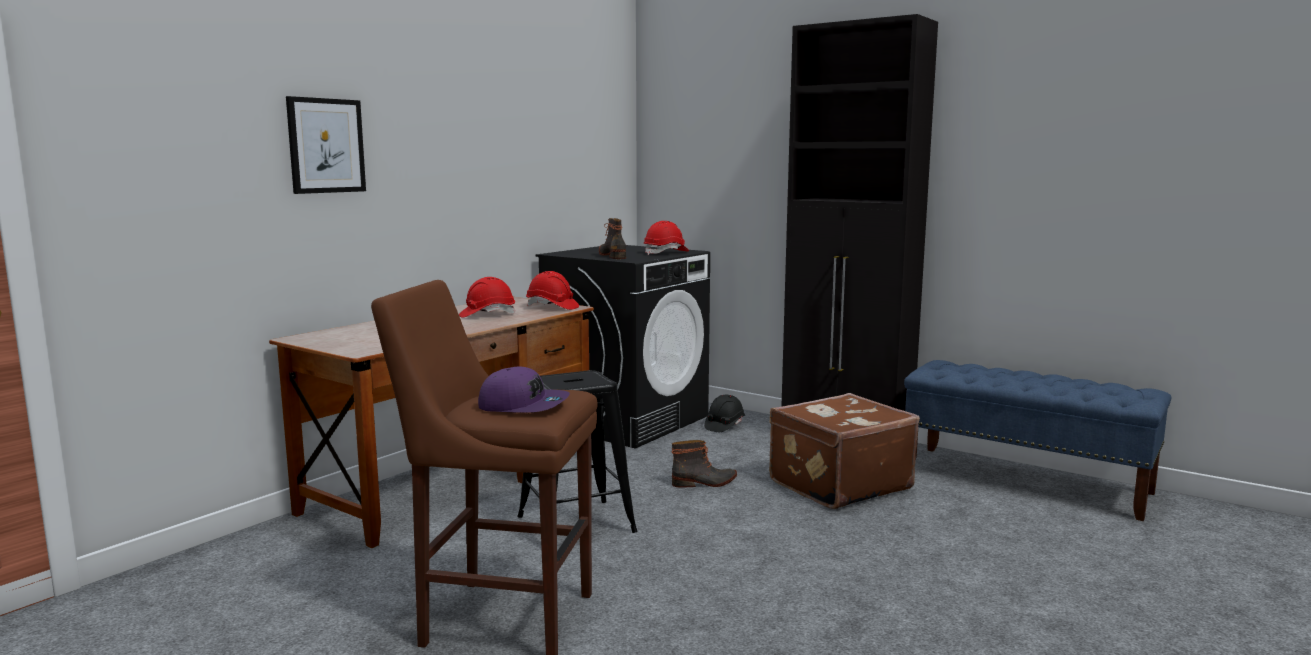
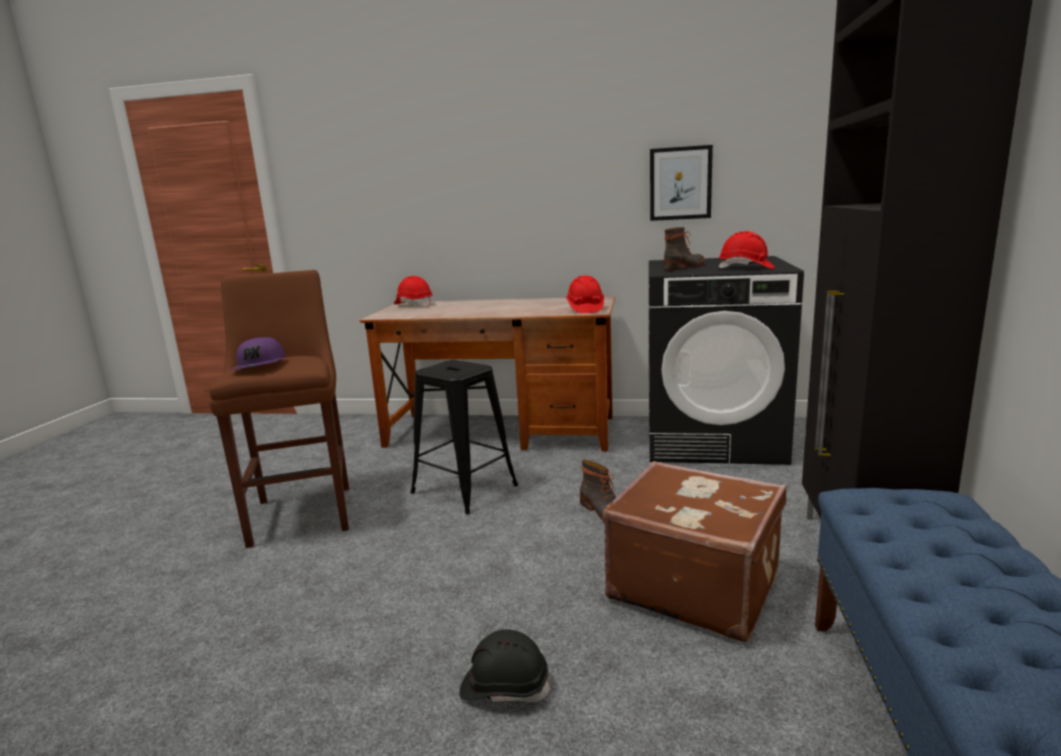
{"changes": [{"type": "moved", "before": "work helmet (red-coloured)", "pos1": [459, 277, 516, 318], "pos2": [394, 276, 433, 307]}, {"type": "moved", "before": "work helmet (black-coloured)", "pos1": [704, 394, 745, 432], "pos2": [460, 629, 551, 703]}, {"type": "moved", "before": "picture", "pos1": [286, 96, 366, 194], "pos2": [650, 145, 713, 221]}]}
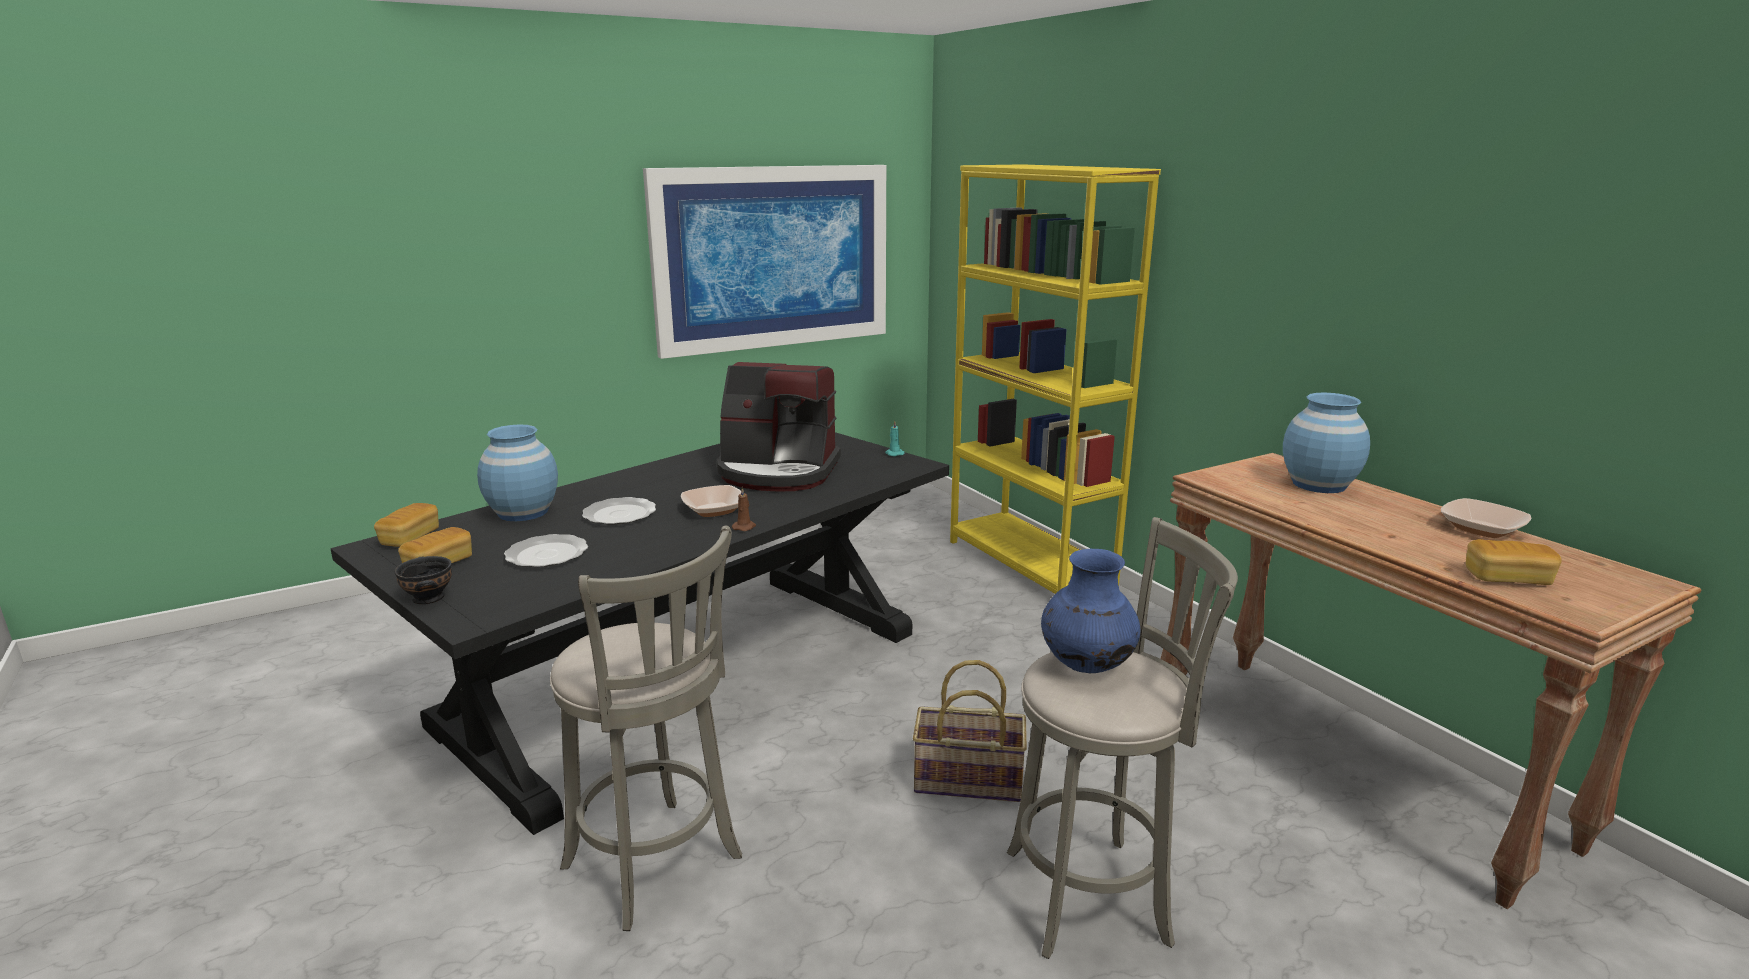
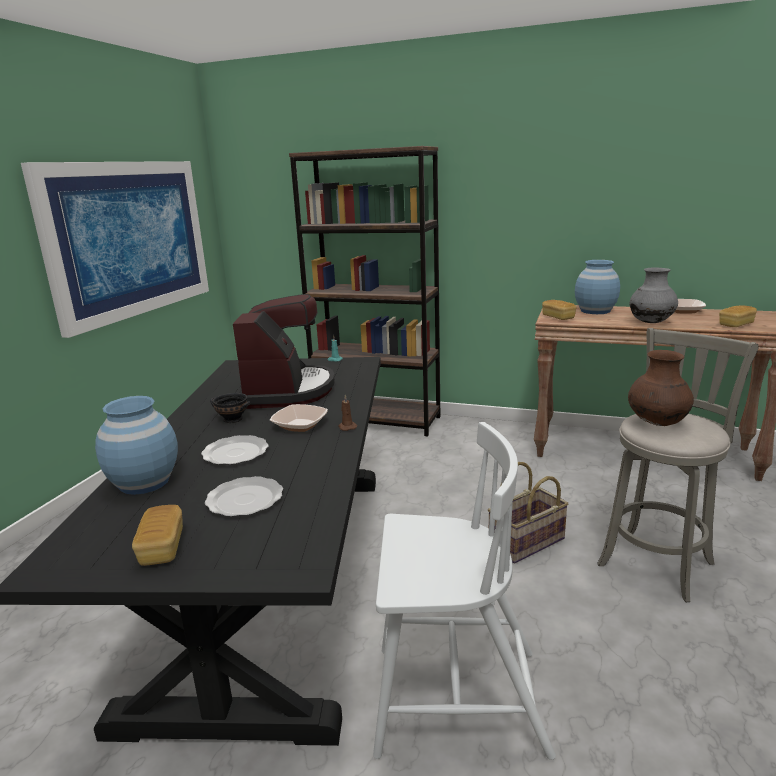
{"changes": [{"type": "moved", "before": "serving bowl (black-coloured)", "pos1": [395, 556, 452, 604], "pos2": [210, 393, 251, 423]}, {"type": "turned", "before": "coffee brewer", "pos1": [717, 362, 841, 492], "pos2": [233, 294, 335, 409], "turn": -60}, {"type": "recoloured", "before": "shelving unit (yellow-coloured)", "after": "shelving unit (brown)", "pos1": [950, 164, 1161, 594], "pos2": [289, 146, 440, 437]}, {"type": "replaced", "before": "sitting stool (gray)", "after": "upright chair (white-coloured)", "pos1": [550, 526, 742, 931], "pos2": [373, 422, 556, 760]}, {"type": "moved", "before": "bakery bread", "pos1": [374, 503, 439, 547], "pos2": [542, 300, 577, 320]}, {"type": "recoloured", "before": "flower vase (blue-coloured)", "after": "flower vase (brown)", "pos1": [1041, 549, 1140, 673], "pos2": [628, 350, 694, 426]}, {"type": "added", "after": "flower vase (gray)", "pos2": [630, 268, 678, 323]}]}
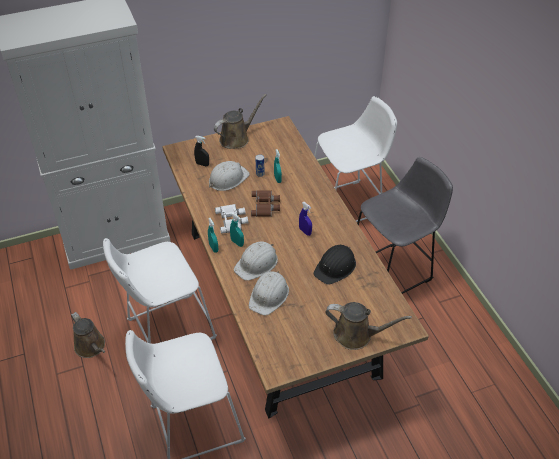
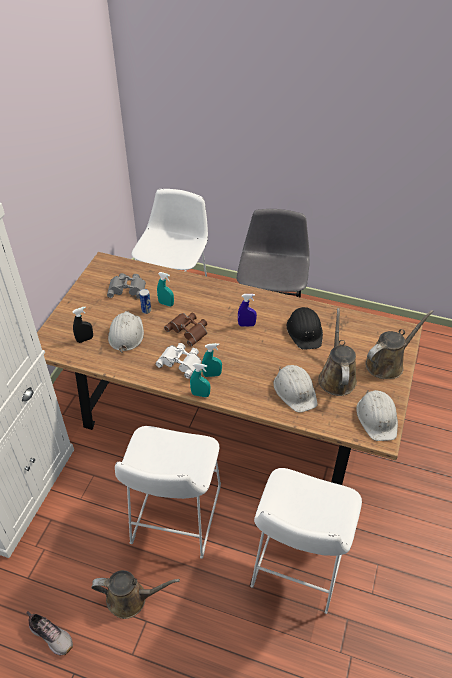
{"changes": [{"type": "added", "after": "item of footwear", "pos2": [26, 611, 73, 655]}, {"type": "added", "after": "pair of binoculars (gray)", "pos2": [107, 273, 146, 299]}, {"type": "moved", "before": "watering can (brown)", "pos1": [214, 94, 267, 149], "pos2": [318, 308, 357, 396]}, {"type": "moved", "before": "work helmet (white-coloured)", "pos1": [234, 241, 278, 281], "pos2": [356, 390, 398, 441]}]}
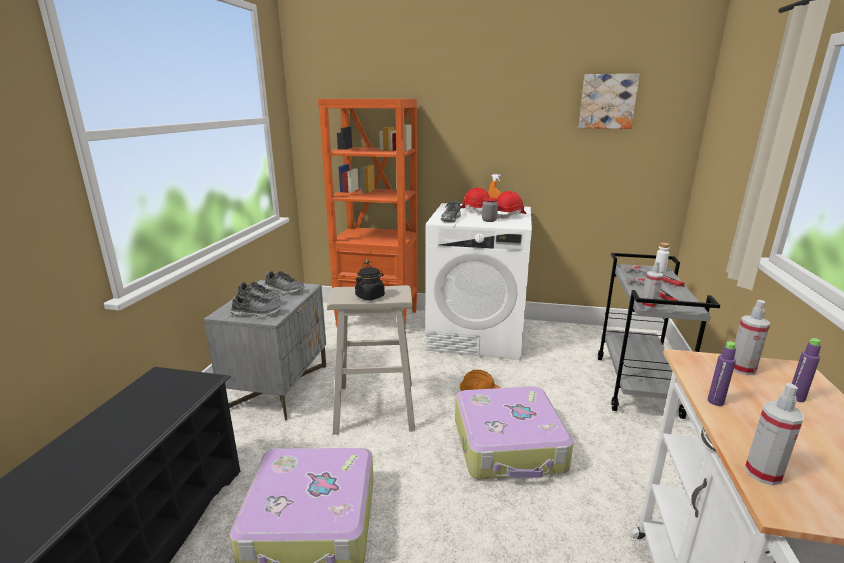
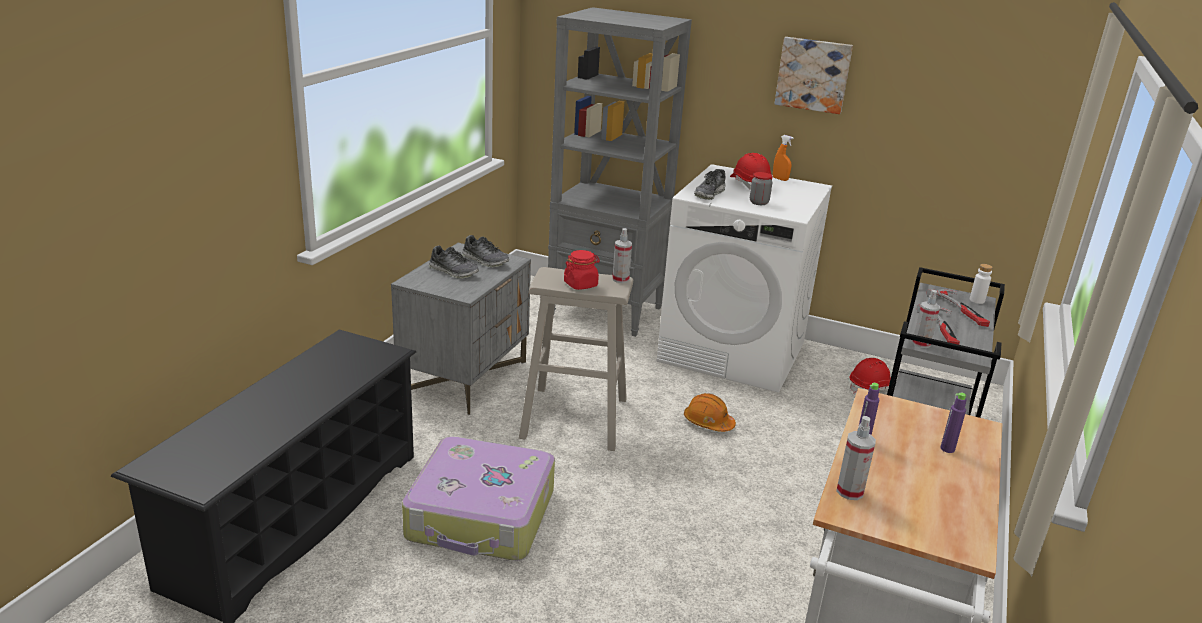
{"changes": [{"type": "recoloured", "before": "shelving unit (orangey)", "after": "shelving unit (gray)", "pos1": [318, 99, 418, 330], "pos2": [548, 7, 692, 337]}, {"type": "recoloured", "before": "jar (black-coloured)", "after": "jar (red-coloured)", "pos1": [355, 267, 385, 301], "pos2": [564, 250, 600, 290]}, {"type": "moved", "before": "sprayer", "pos1": [733, 300, 770, 375], "pos2": [612, 228, 632, 283]}, {"type": "moved", "before": "picture", "pos1": [579, 74, 640, 129], "pos2": [775, 37, 853, 114]}, {"type": "moved", "before": "work helmet (red-coloured)", "pos1": [497, 191, 526, 219], "pos2": [850, 358, 891, 394]}, {"type": "removed", "before": "item of footwear", "pos1": [231, 293, 282, 317]}, {"type": "removed", "before": "suitcase", "pos1": [455, 386, 574, 479]}]}
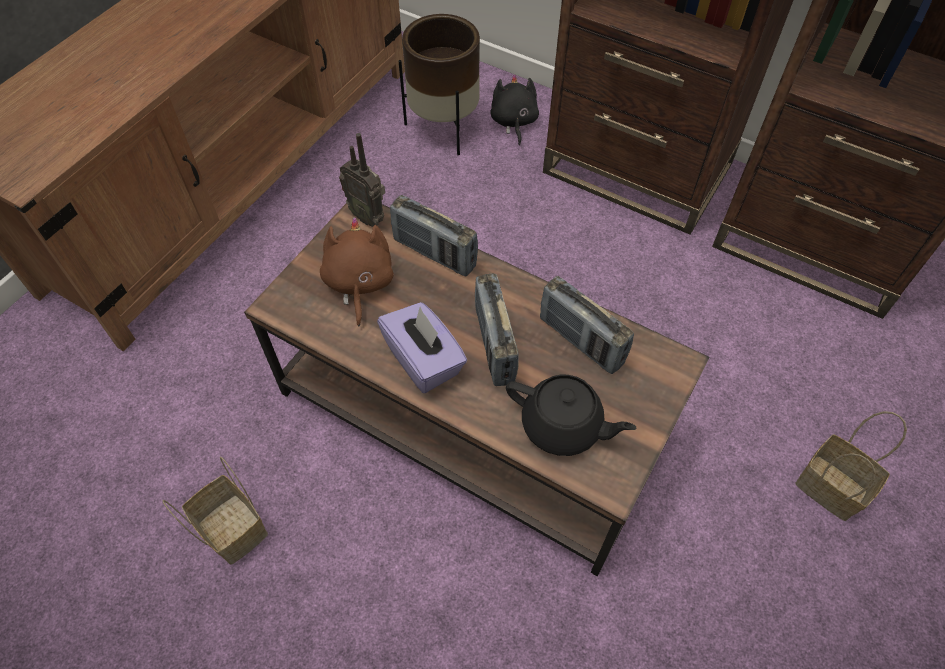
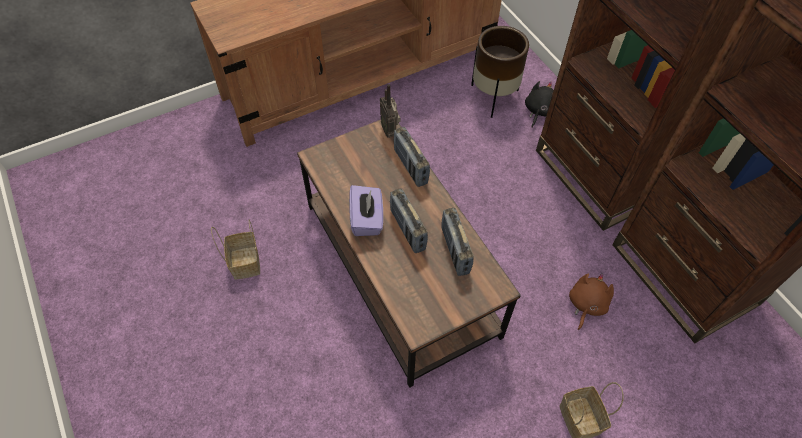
{"changes": [{"type": "turned", "before": "radio set", "pos1": [475, 274, 519, 386], "pos2": [390, 188, 428, 253], "turn": -45}, {"type": "moved", "before": "soft toy (brown)", "pos1": [320, 217, 394, 326], "pos2": [569, 273, 614, 331]}, {"type": "removed", "before": "tea pot (black-coloured)", "pos1": [506, 375, 637, 456]}]}
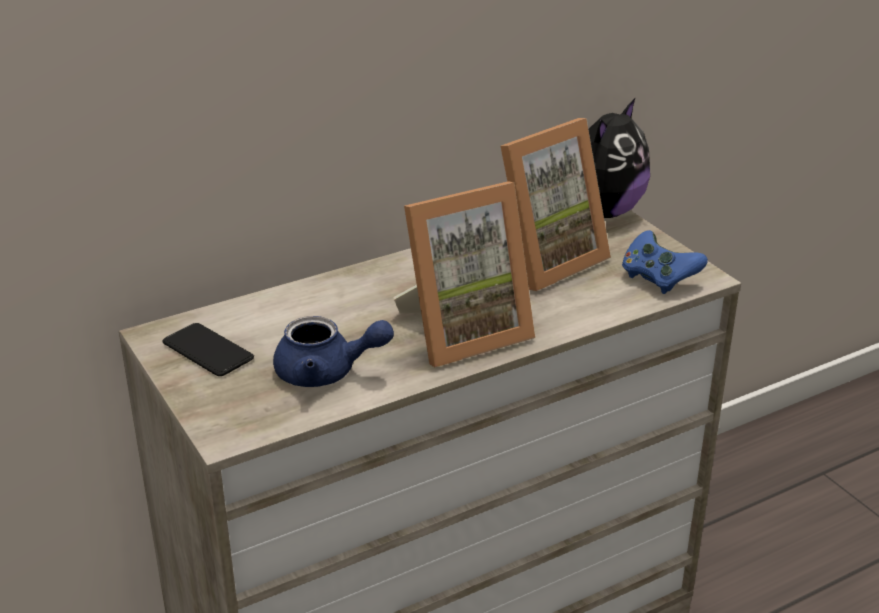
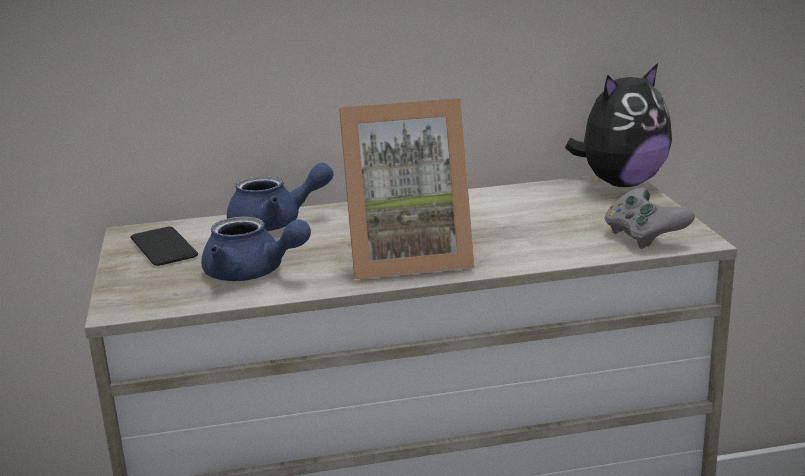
{"changes": [{"type": "added", "after": "tea pot (blue-coloured)", "pos2": [227, 162, 334, 231]}, {"type": "recoloured", "before": "gamepad (blue-coloured)", "after": "gamepad (gray)", "pos1": [622, 230, 708, 294], "pos2": [605, 188, 695, 249]}, {"type": "removed", "before": "photo frame", "pos1": [501, 118, 611, 291]}]}
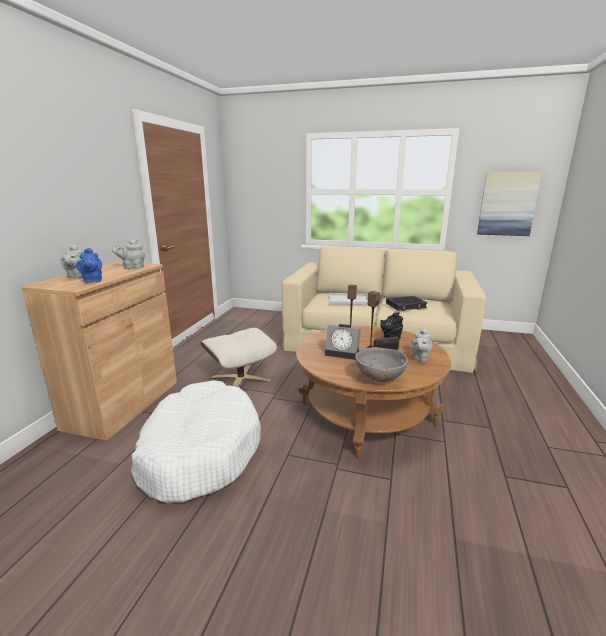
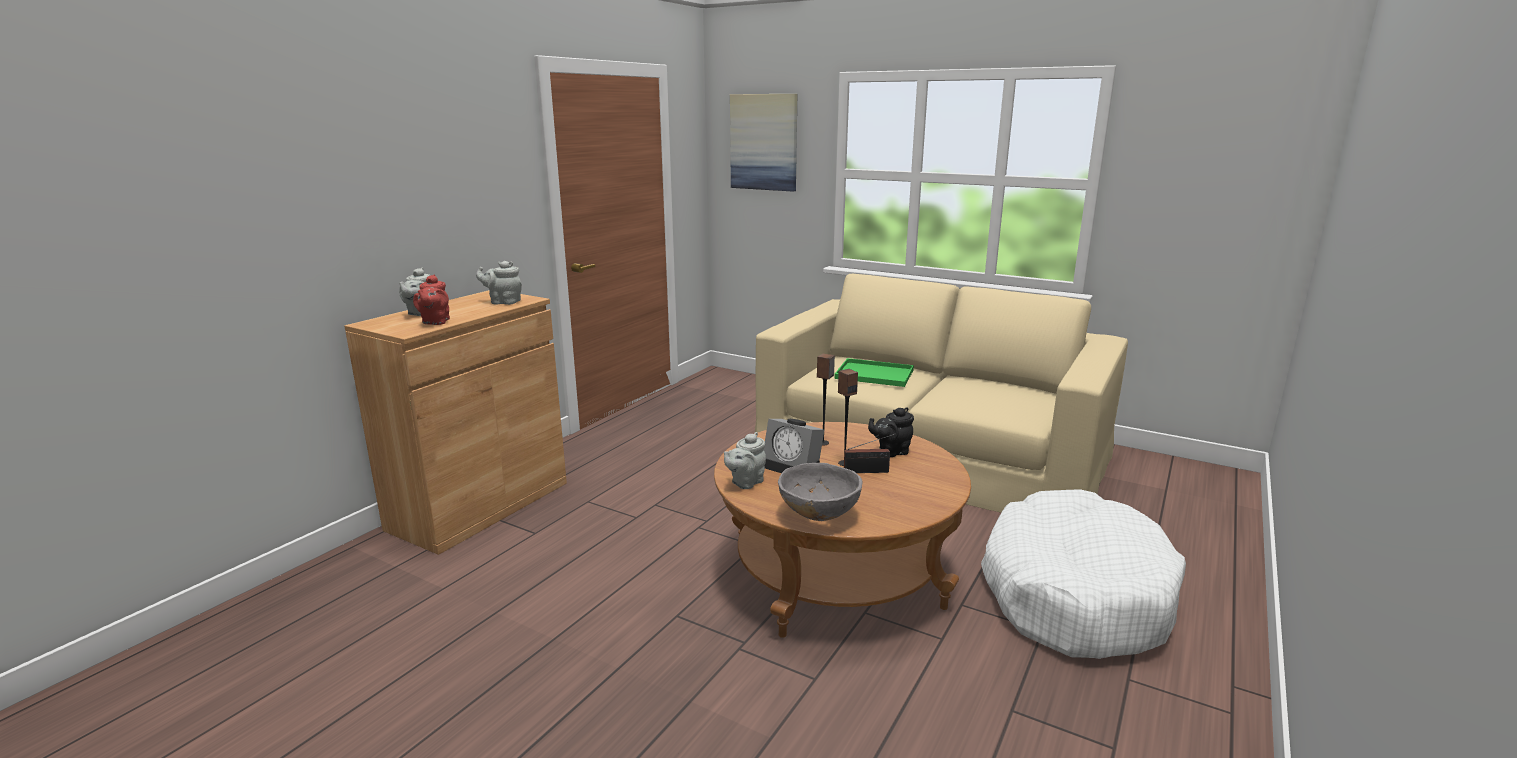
{"changes": [{"type": "recoloured", "before": "tea pot (blue-coloured)", "after": "tea pot (red-coloured)", "pos1": [76, 248, 102, 282], "pos2": [413, 275, 450, 325]}, {"type": "moved", "before": "tea pot (gray)", "pos1": [410, 328, 433, 362], "pos2": [724, 432, 766, 489]}, {"type": "moved", "before": "picture", "pos1": [477, 172, 542, 236], "pos2": [730, 94, 797, 192]}, {"type": "recoloured", "before": "carrying tray (white-coloured)", "after": "carrying tray (green-coloured)", "pos1": [329, 293, 368, 305], "pos2": [834, 358, 914, 387]}, {"type": "moved", "before": "pet bed (white-coloured)", "pos1": [131, 380, 261, 503], "pos2": [981, 489, 1186, 659]}, {"type": "removed", "before": "footrest (beige-coloured)", "pos1": [200, 328, 277, 387]}, {"type": "removed", "before": "volume", "pos1": [386, 296, 427, 311]}]}
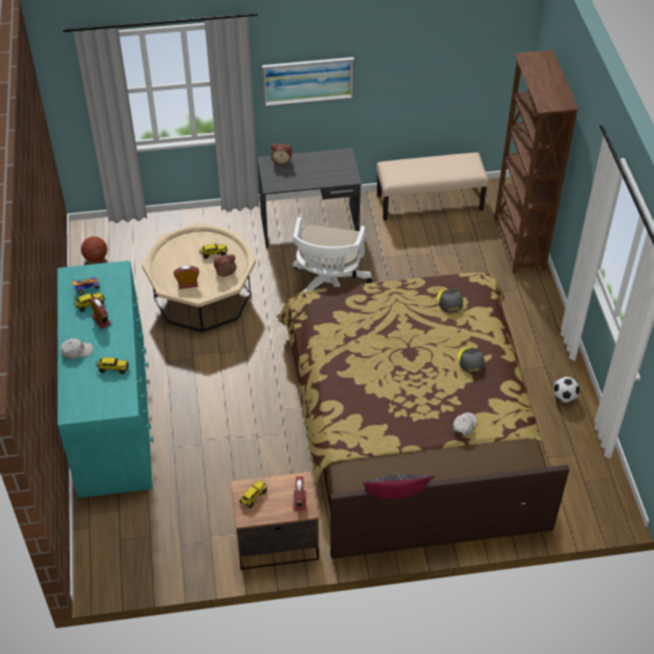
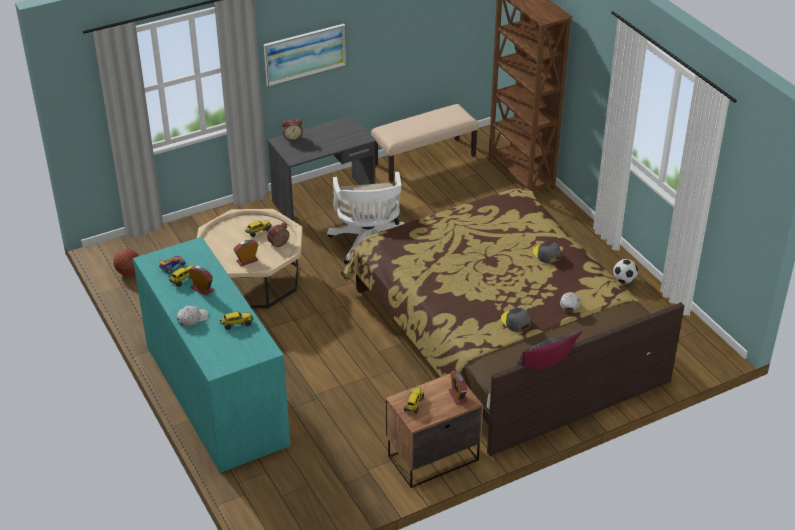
{"changes": [{"type": "moved", "before": "cap (gray)", "pos1": [437, 289, 463, 312], "pos2": [501, 308, 531, 332]}]}
